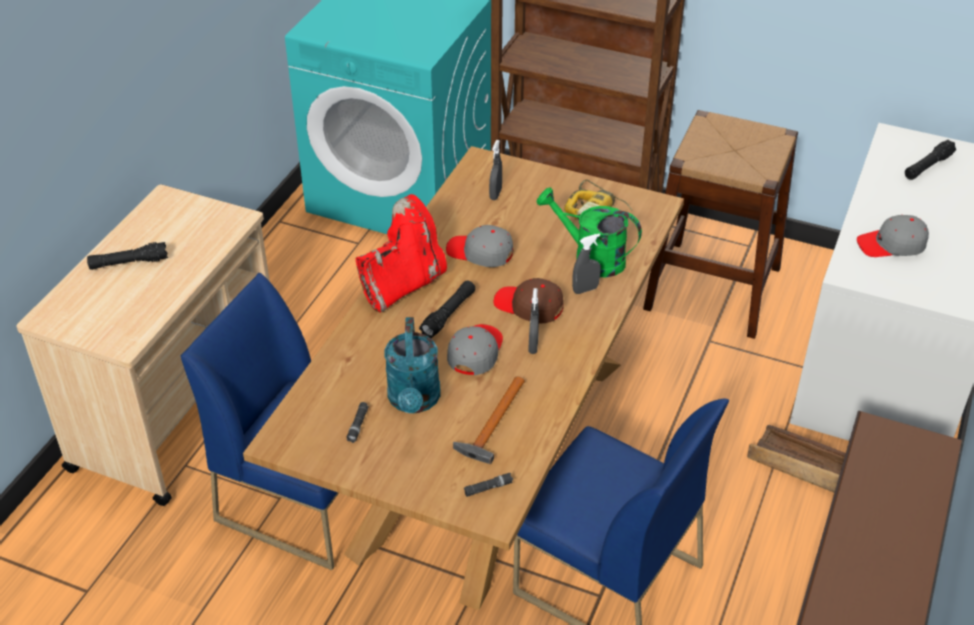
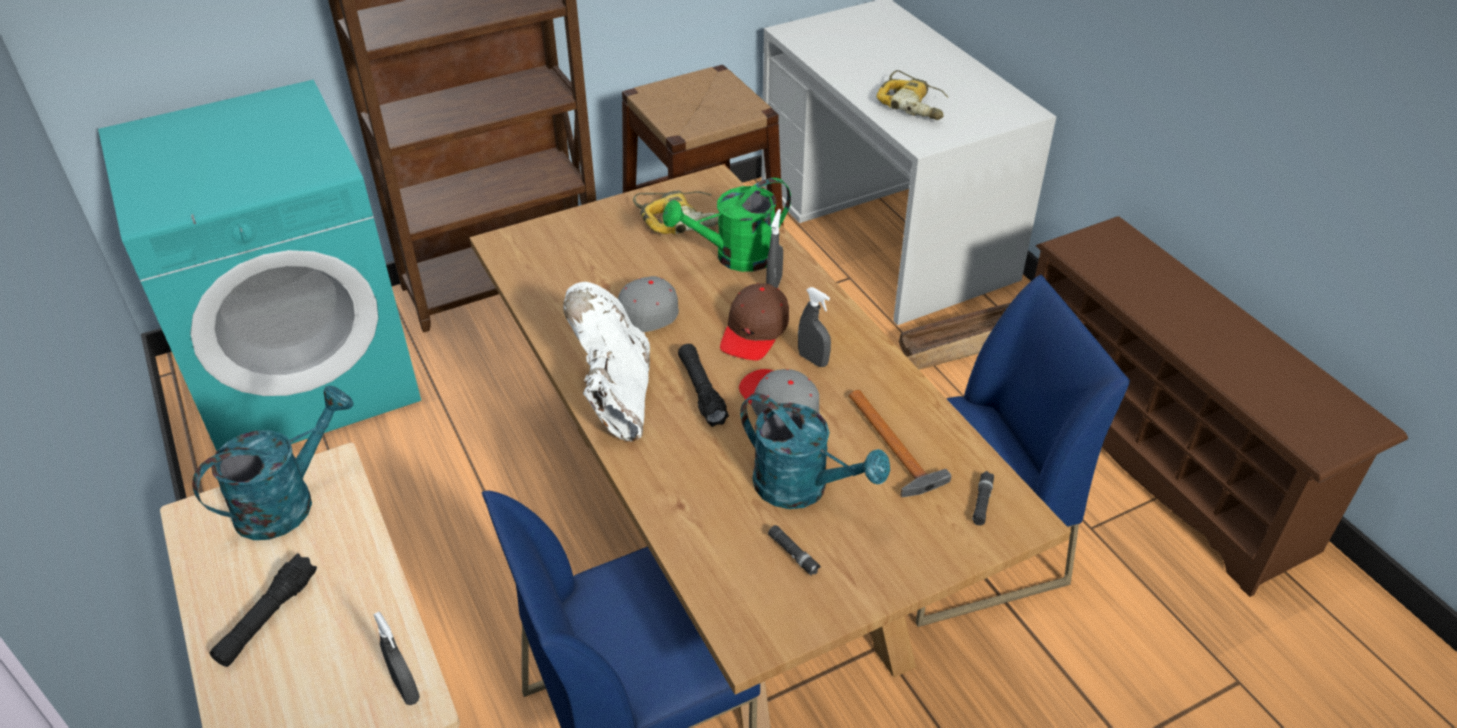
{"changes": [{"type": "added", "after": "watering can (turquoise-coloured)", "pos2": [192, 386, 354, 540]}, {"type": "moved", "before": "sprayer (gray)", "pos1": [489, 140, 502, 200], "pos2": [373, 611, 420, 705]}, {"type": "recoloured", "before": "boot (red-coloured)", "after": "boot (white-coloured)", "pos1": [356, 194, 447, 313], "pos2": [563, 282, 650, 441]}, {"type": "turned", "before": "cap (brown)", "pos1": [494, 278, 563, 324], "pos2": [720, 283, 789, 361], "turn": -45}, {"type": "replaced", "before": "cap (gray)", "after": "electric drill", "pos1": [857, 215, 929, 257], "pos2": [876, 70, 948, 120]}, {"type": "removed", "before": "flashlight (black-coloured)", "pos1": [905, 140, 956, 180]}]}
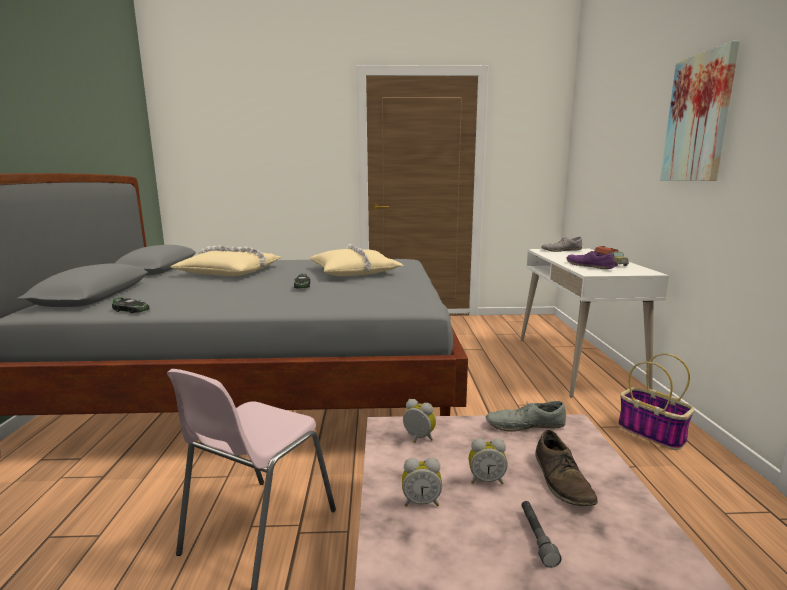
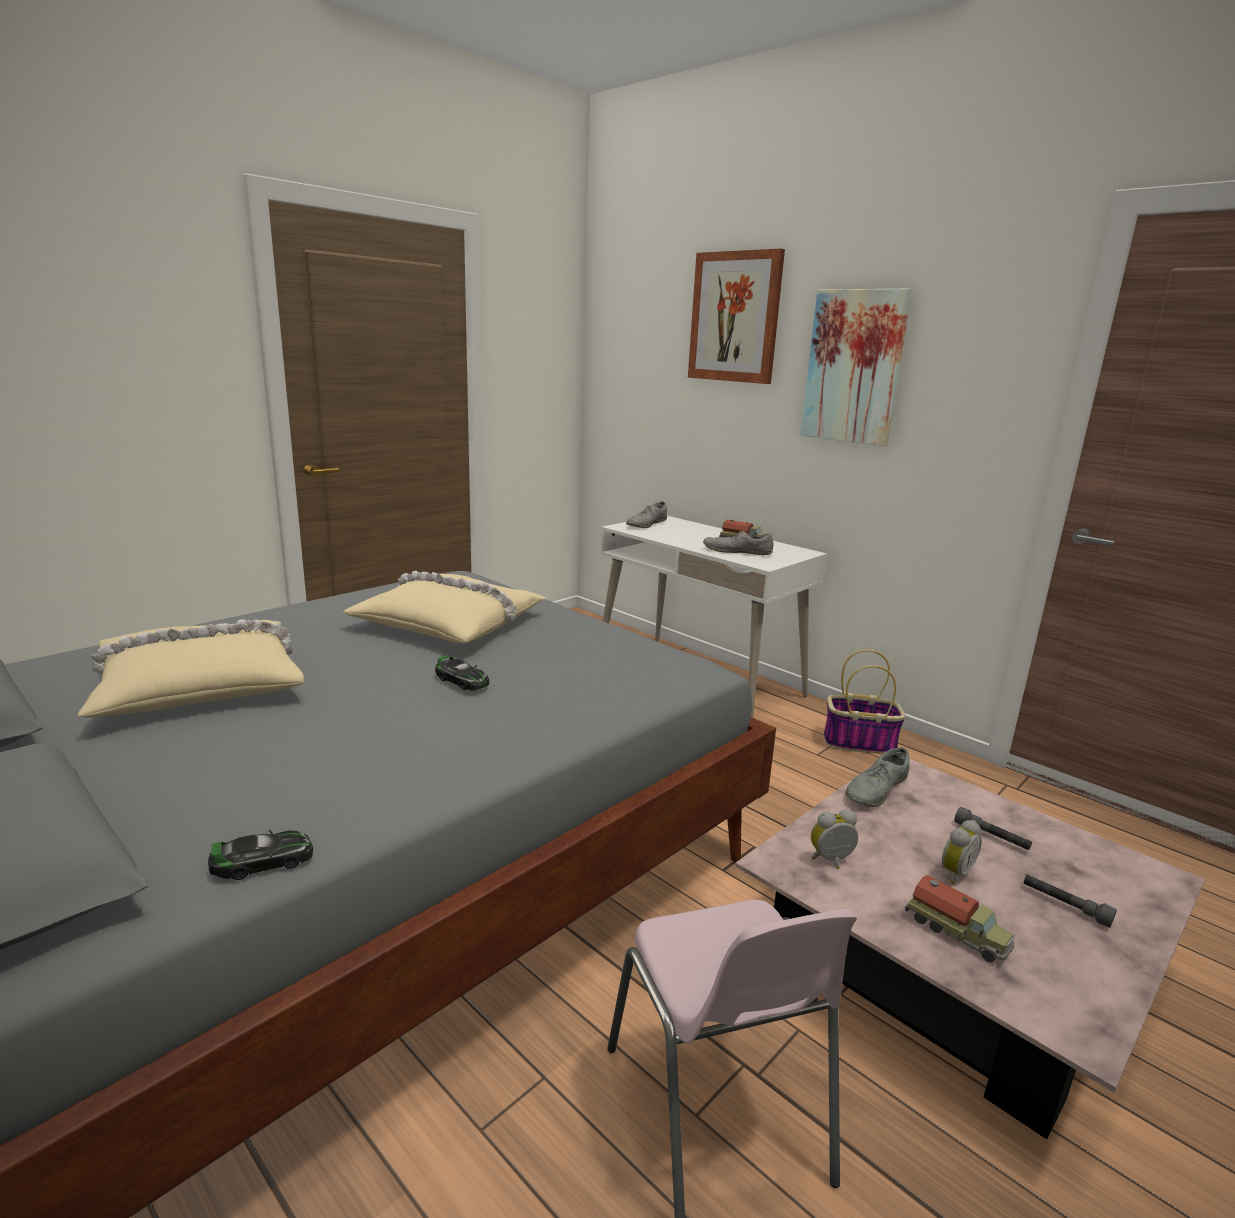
{"changes": [{"type": "added", "after": "picture", "pos2": [688, 249, 785, 384]}, {"type": "recoloured", "before": "item of footwear (purple-coloured)", "after": "item of footwear (gray)", "pos1": [566, 251, 615, 269], "pos2": [703, 531, 774, 555]}, {"type": "replaced", "before": "bedside clock", "after": "toy lorry", "pos1": [402, 458, 442, 506], "pos2": [905, 875, 1015, 963]}, {"type": "replaced", "before": "item of footwear (brown)", "after": "flashlight (gray)", "pos1": [535, 430, 598, 506], "pos2": [954, 807, 1032, 850]}]}
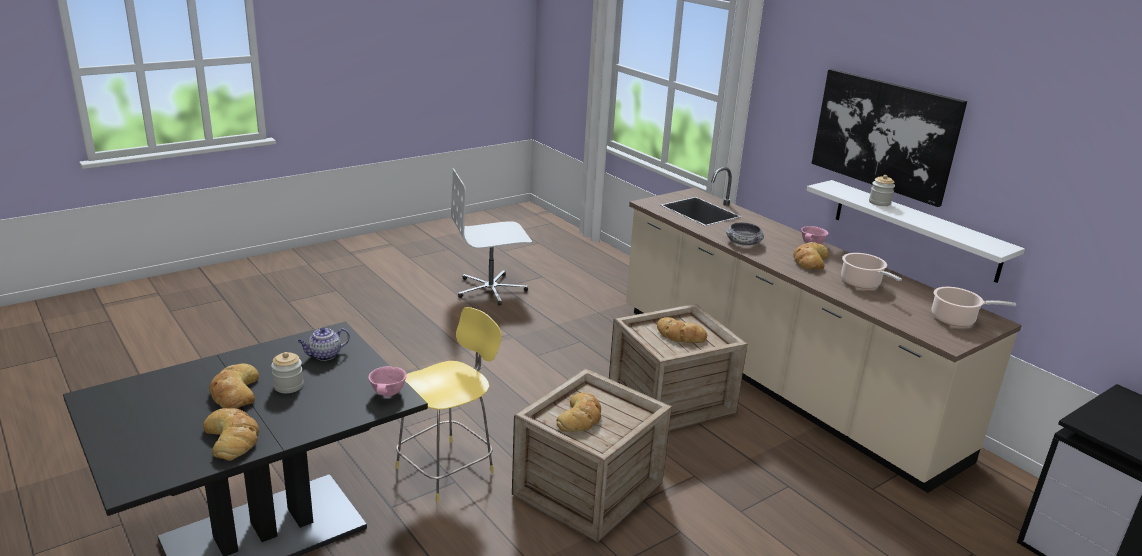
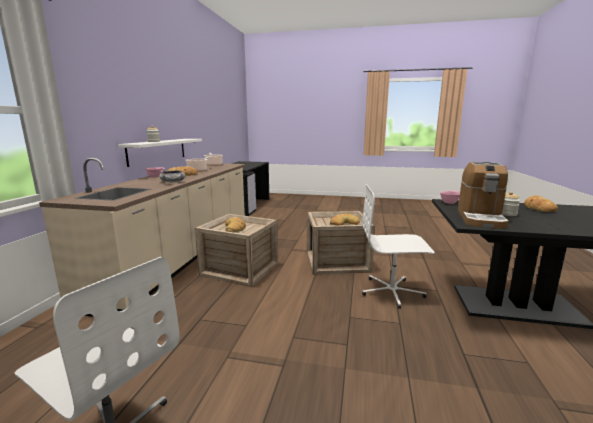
{"changes": [{"type": "replaced", "before": "sitting stool (yellow-coloured)", "after": "desk chair (white-coloured)", "pos1": [396, 307, 502, 502], "pos2": [362, 184, 435, 309]}, {"type": "replaced", "before": "tea pot", "after": "coffee brewer", "pos1": [297, 328, 350, 361], "pos2": [458, 162, 509, 229]}, {"type": "removed", "before": "bakery bread", "pos1": [209, 363, 259, 409]}, {"type": "removed", "before": "picture", "pos1": [812, 69, 967, 207]}]}
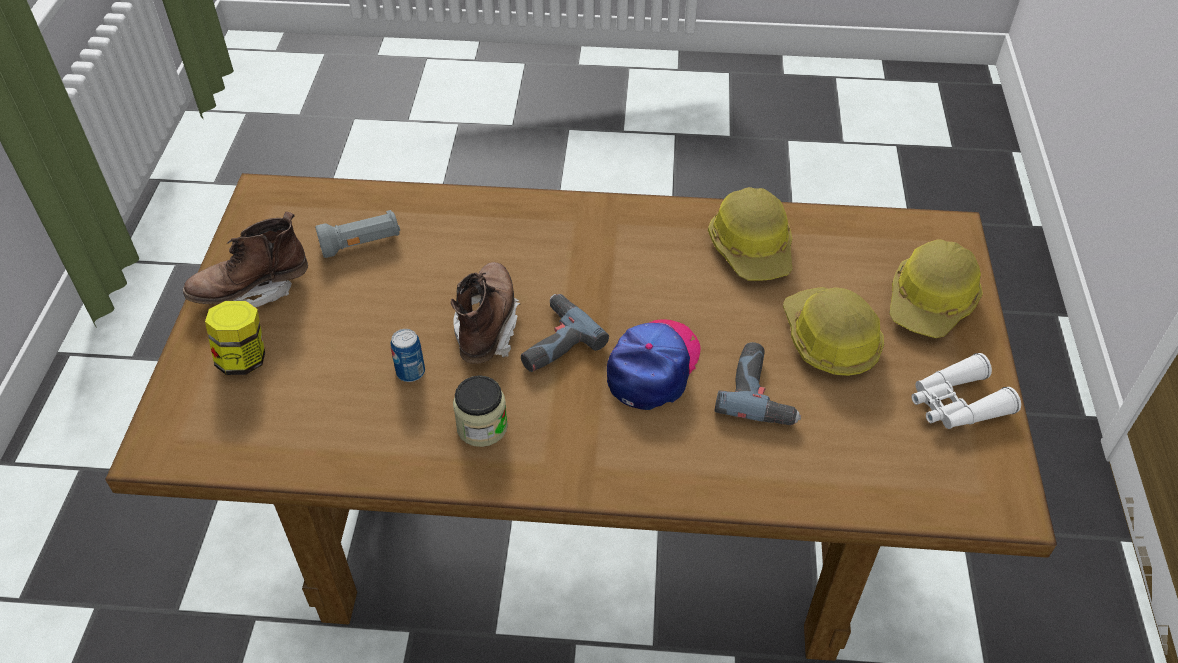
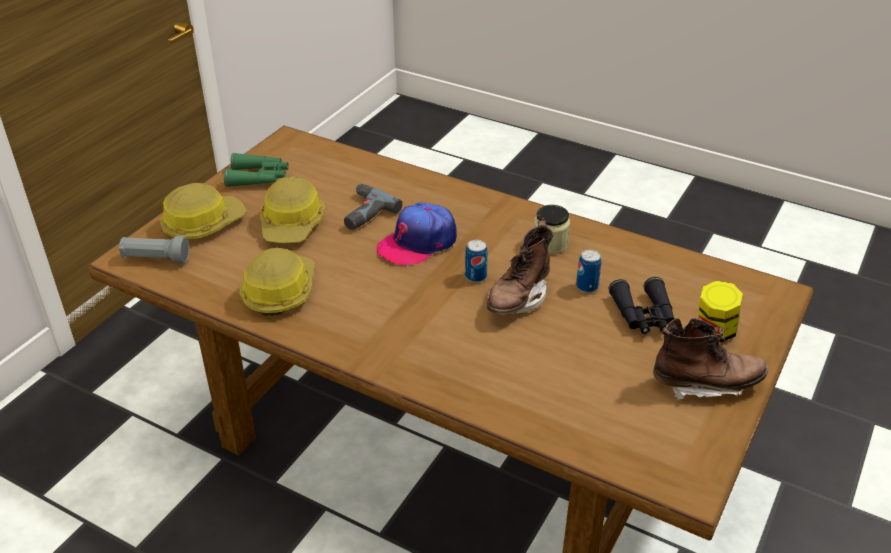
{"changes": [{"type": "moved", "before": "flashlight (gray)", "pos1": [315, 210, 400, 258], "pos2": [119, 236, 189, 263]}, {"type": "recoloured", "before": "pair of binoculars (white-coloured)", "after": "pair of binoculars (green-coloured)", "pos1": [912, 353, 1021, 429], "pos2": [224, 153, 289, 187]}, {"type": "replaced", "before": "electric drill", "after": "metal can", "pos1": [521, 294, 609, 372], "pos2": [465, 240, 488, 282]}, {"type": "added", "after": "pair of binoculars (black-coloured)", "pos2": [609, 277, 675, 334]}]}
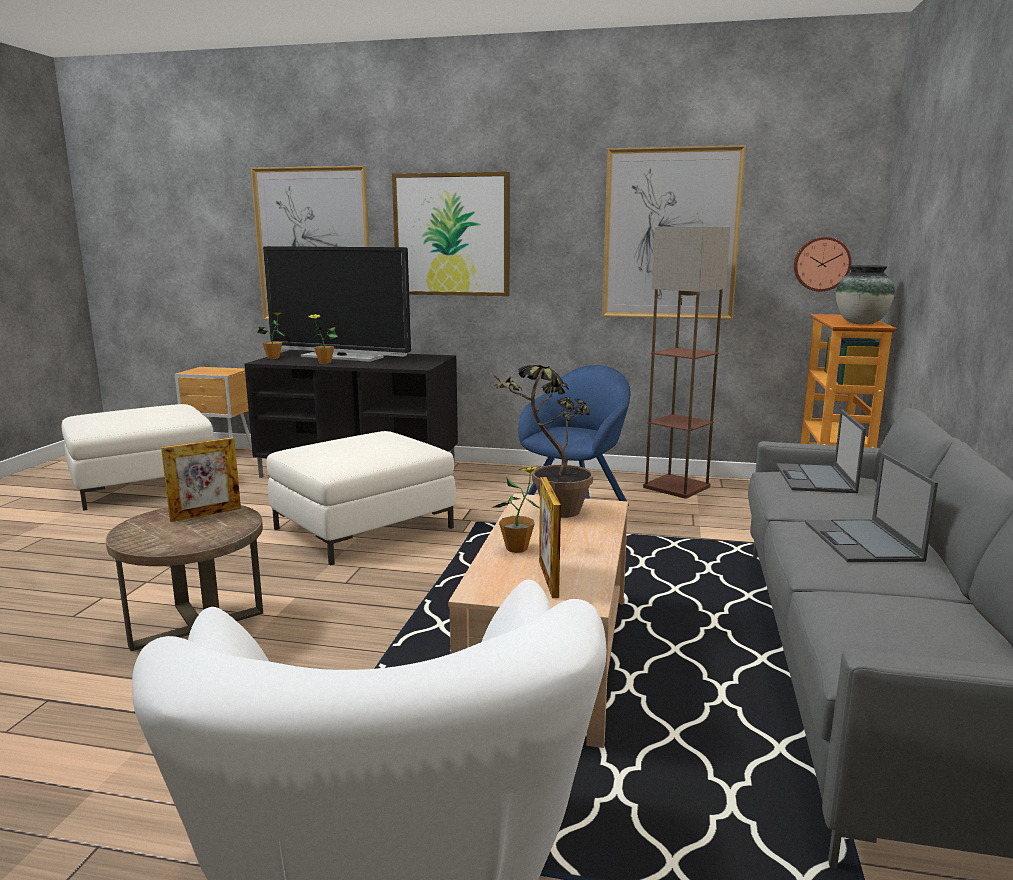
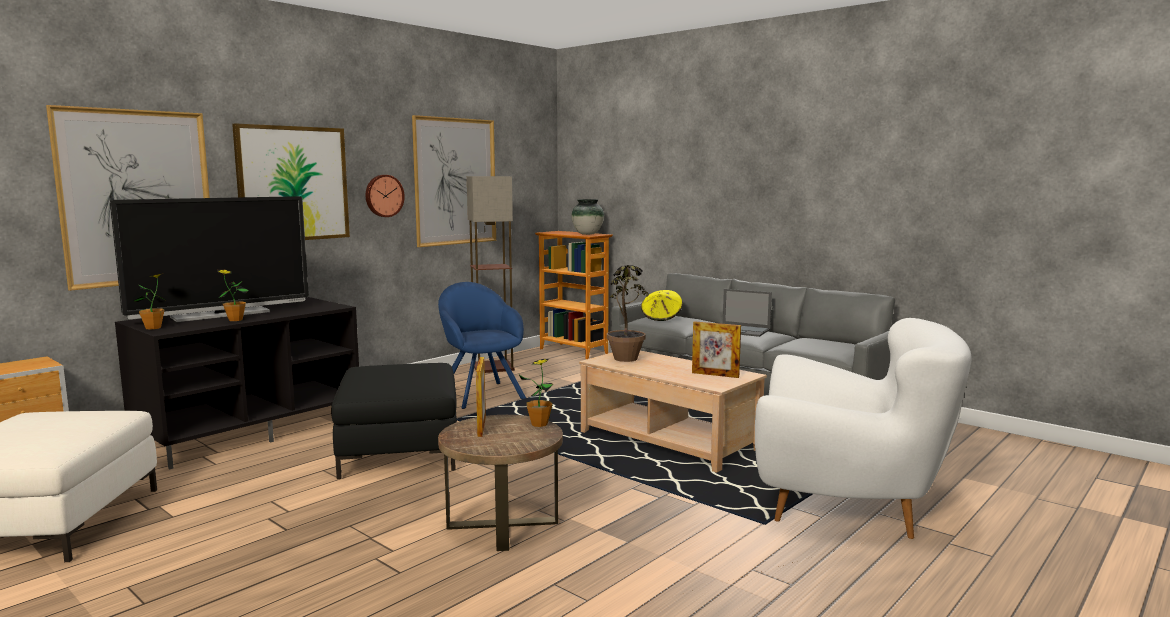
{"changes": [{"type": "recoloured", "before": "footrest (white-coloured)", "after": "footrest (black-coloured)", "pos1": [267, 431, 456, 565], "pos2": [331, 363, 457, 479]}, {"type": "moved", "before": "clock on the wall", "pos1": [794, 237, 852, 291], "pos2": [366, 175, 405, 217]}, {"type": "moved", "before": "plant in a pot", "pos1": [494, 466, 541, 553], "pos2": [519, 359, 553, 427]}, {"type": "replaced", "before": "portable computer", "after": "clothing hat (yellow-coloured)", "pos1": [776, 410, 866, 493], "pos2": [641, 290, 682, 321]}]}
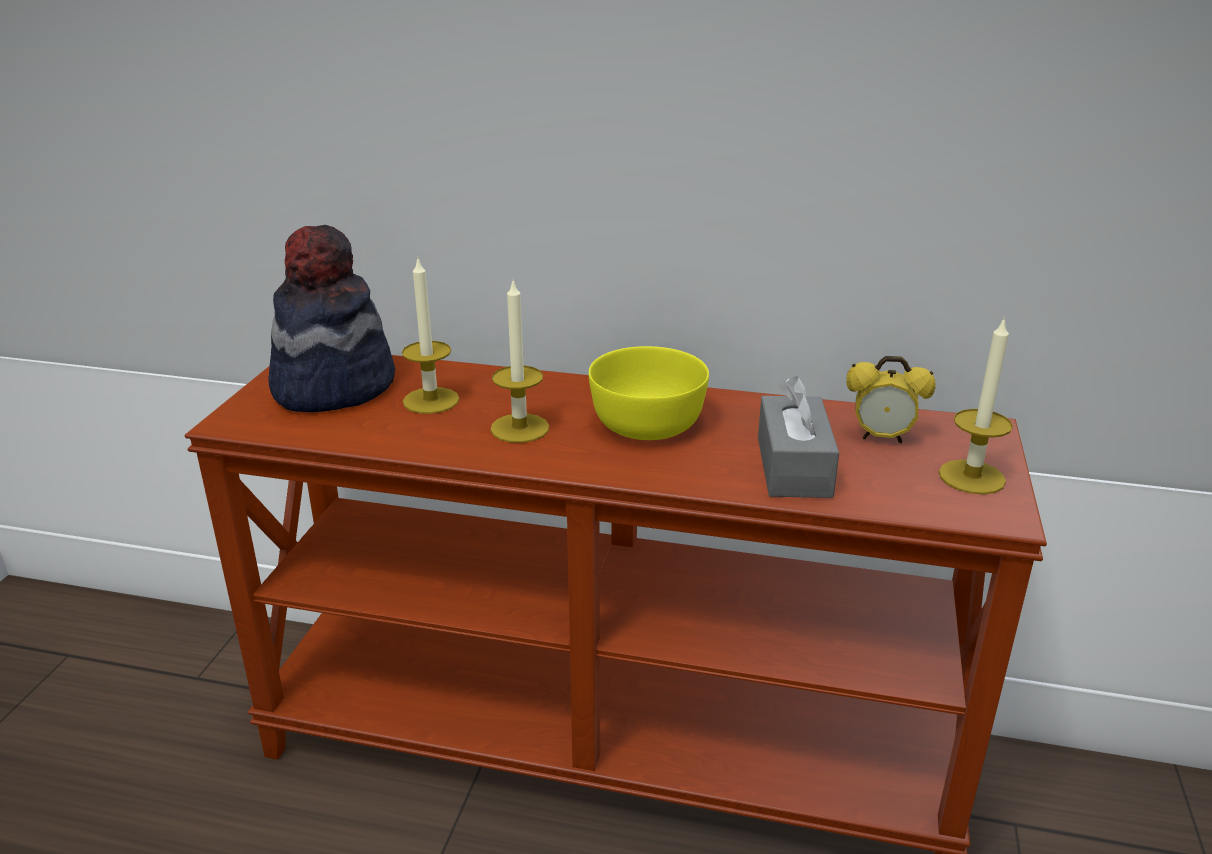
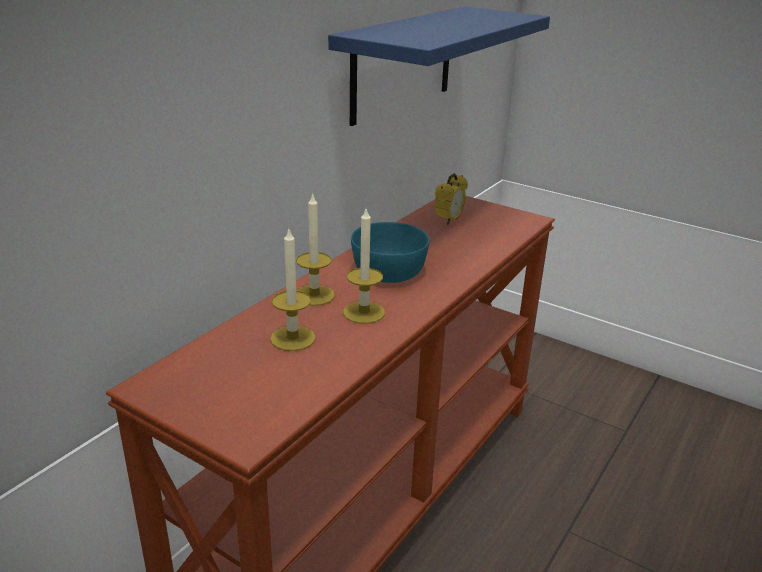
{"changes": [{"type": "moved", "before": "candle", "pos1": [939, 317, 1013, 495], "pos2": [296, 192, 335, 306]}, {"type": "added", "after": "wall shelf (blue-coloured)", "pos2": [328, 6, 550, 126]}, {"type": "recoloured", "before": "serving bowl (yellow-coloured)", "after": "serving bowl (turquoise-coloured)", "pos1": [589, 346, 709, 440], "pos2": [351, 222, 429, 283]}, {"type": "removed", "before": "clothing hat", "pos1": [268, 225, 395, 412]}, {"type": "removed", "before": "tissue holder (gray)", "pos1": [758, 376, 839, 498]}]}
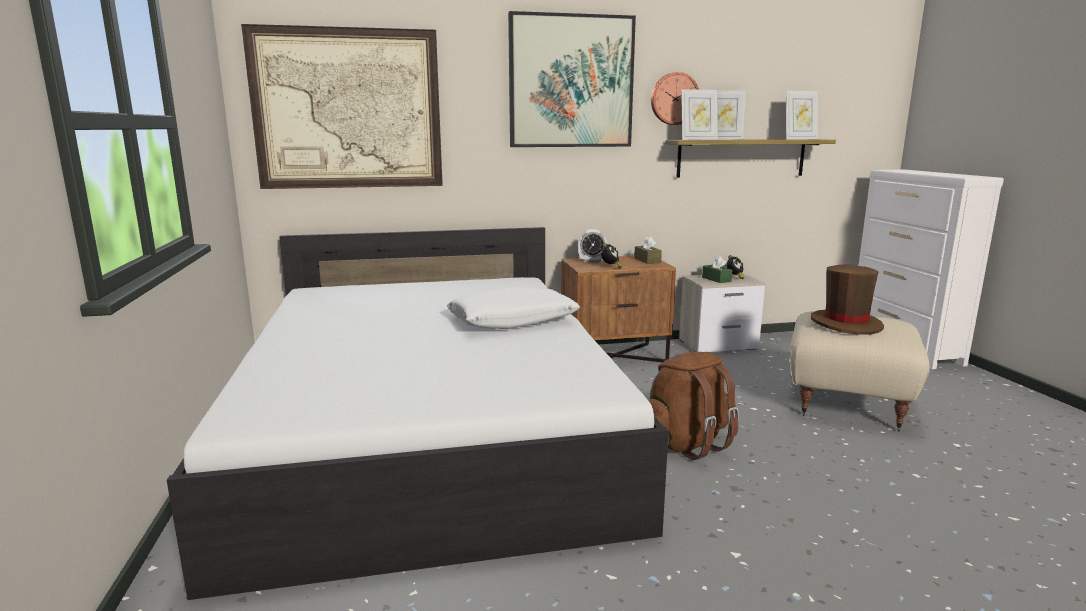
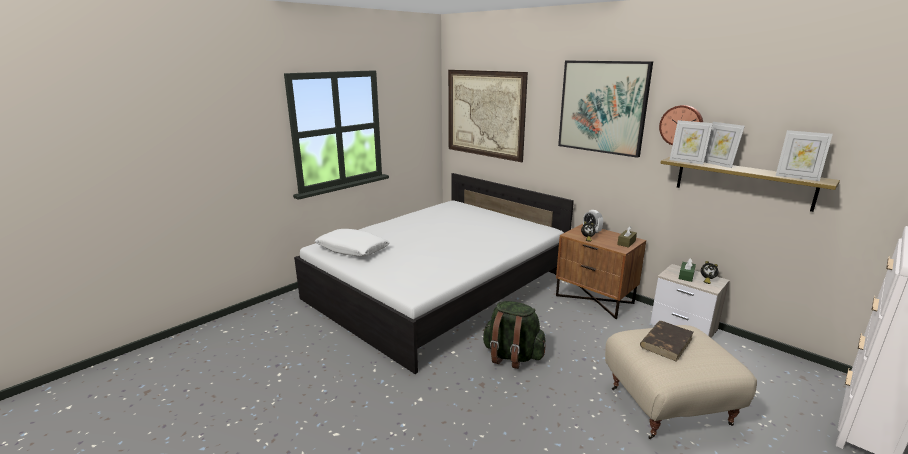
{"changes": [{"type": "moved", "before": "cushion (white-coloured)", "pos1": [447, 287, 580, 329], "pos2": [315, 229, 390, 257]}, {"type": "recoloured", "before": "rucksack (brown)", "after": "rucksack (green-coloured)", "pos1": [648, 352, 739, 460], "pos2": [483, 301, 546, 369]}, {"type": "replaced", "before": "clothing hat (brown)", "after": "volume (brown)", "pos1": [811, 265, 884, 335], "pos2": [640, 321, 694, 362]}]}
